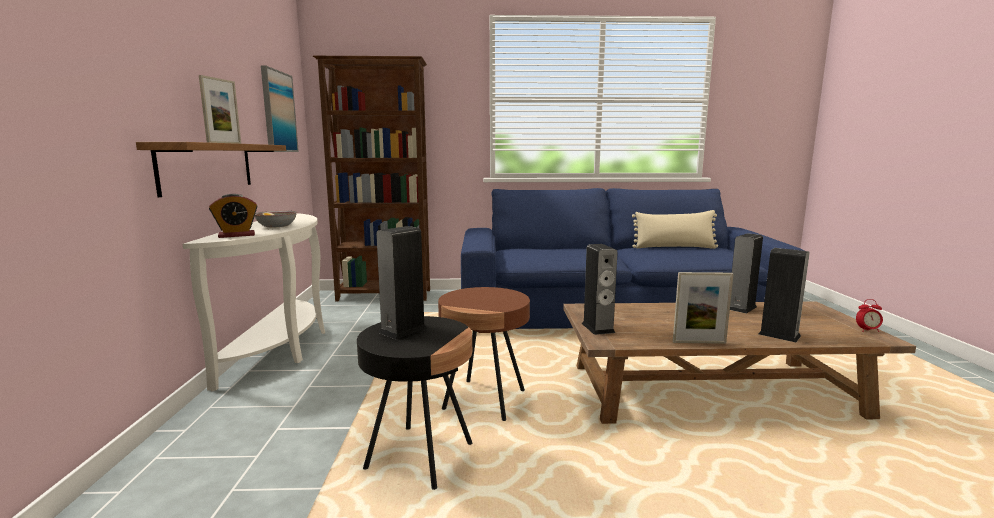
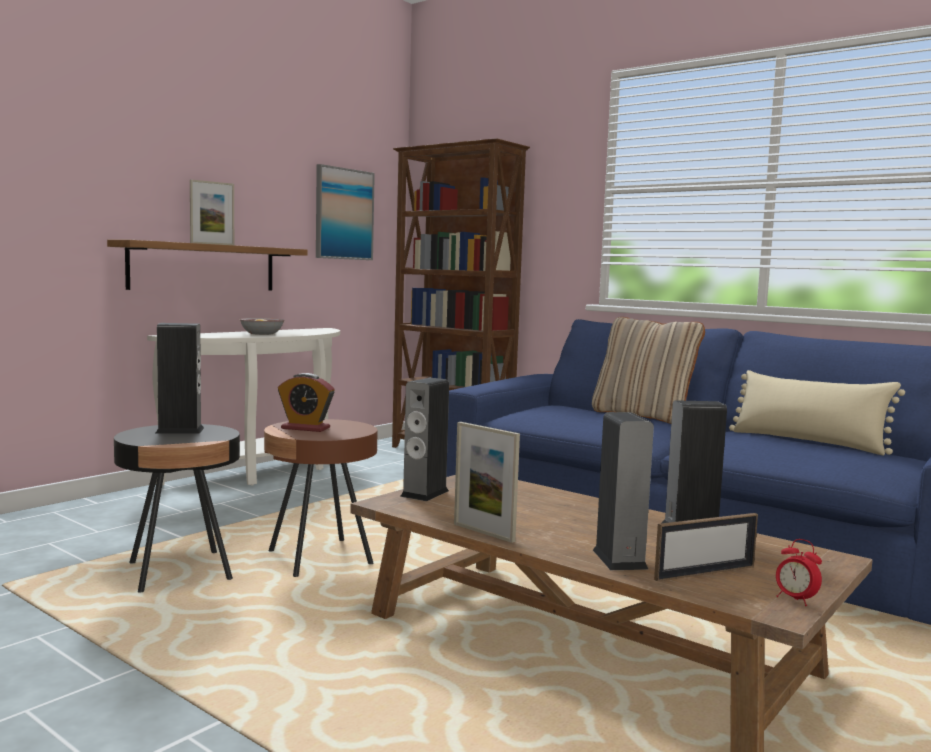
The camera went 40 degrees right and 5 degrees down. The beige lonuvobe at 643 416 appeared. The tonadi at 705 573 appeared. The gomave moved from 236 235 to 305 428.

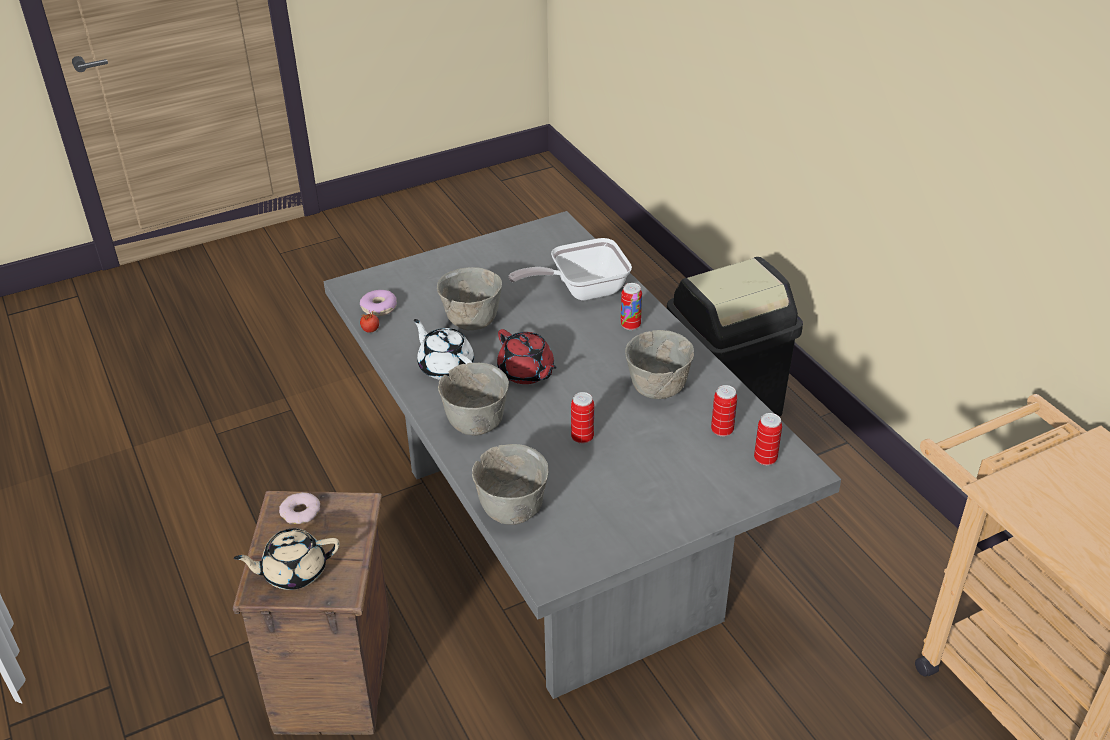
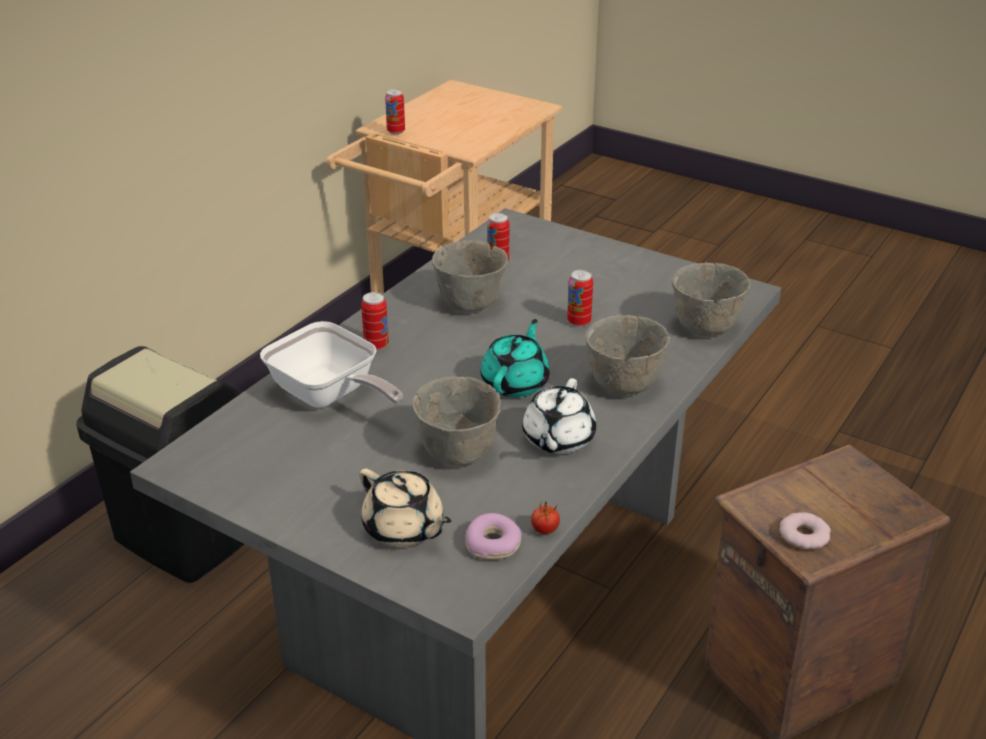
The camera went 120 degrees left and 5 degrees down. The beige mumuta moved from 293 572 to 404 529. The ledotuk moved from 765 459 to 396 131. The red mumuta at 526 373 became the turquoise mumuta at 516 382.

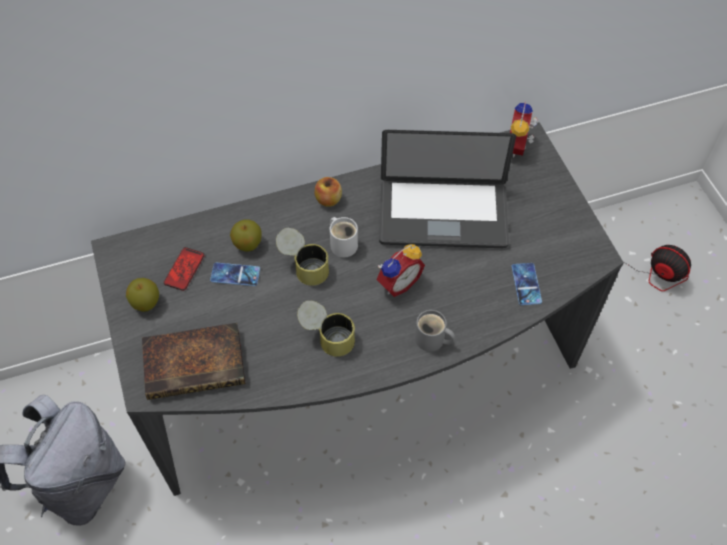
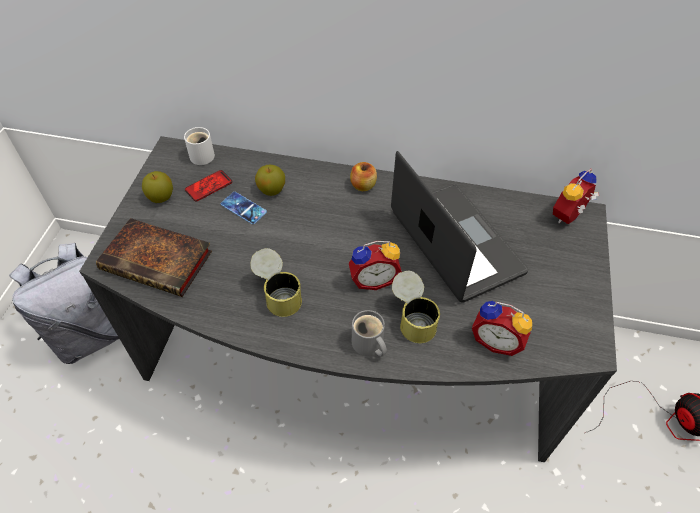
The camera went 30 degrees right and 5 degrees down. The ledotuk moved from 304 266 to 413 318. The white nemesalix moved from 343 243 to 203 154. The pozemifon at 526 284 was replaced by the gomave at 496 340. The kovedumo at 443 215 turned 150 degrees counterclockwise.

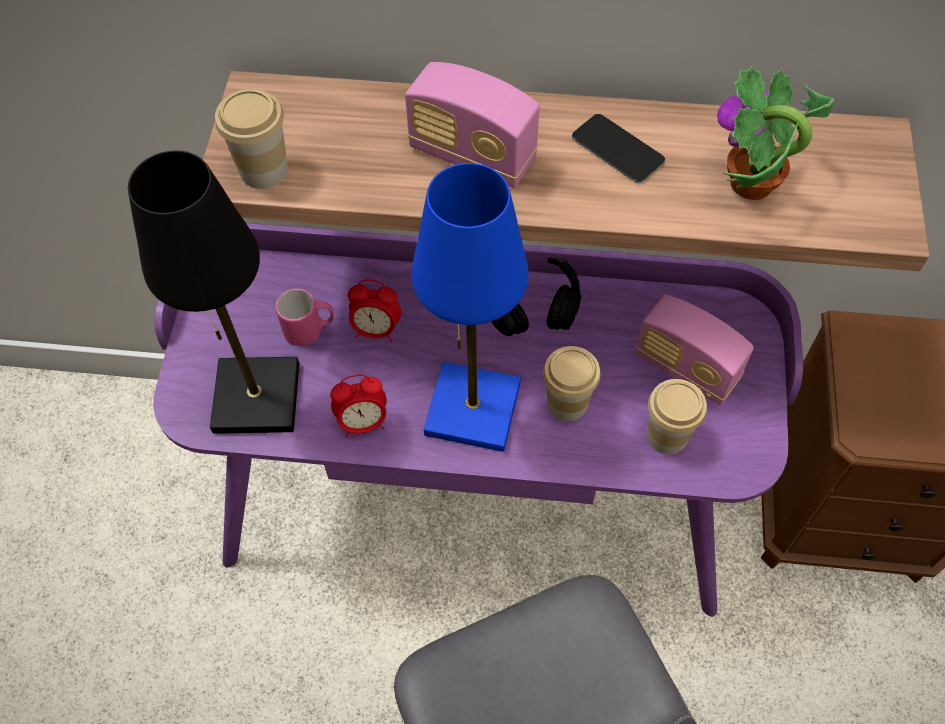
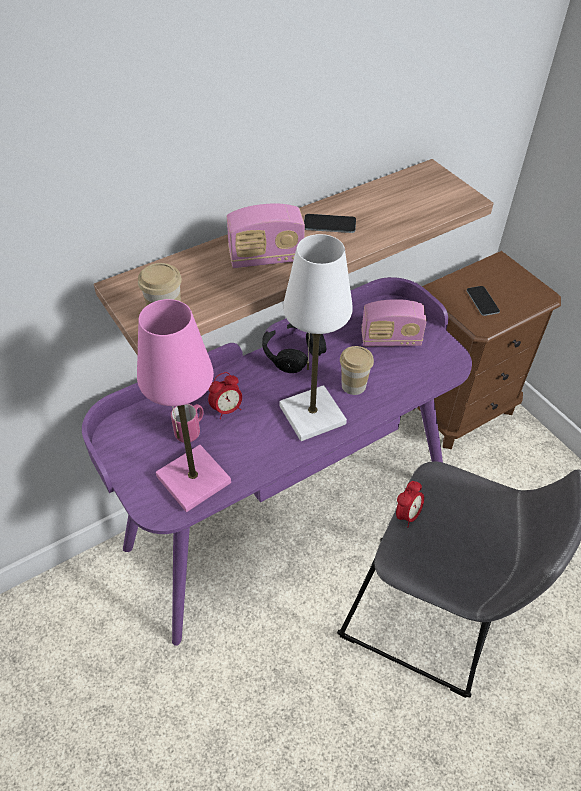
The camera went 40 degrees left and 10 degrees down. The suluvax at 667 435 disappeared. The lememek at 751 185 disappeared. The pozemifon at 482 301 appeared. The gomave moved from 363 422 to 407 515. The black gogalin at 256 398 became the pink gogalin at 193 480. The blue gogalin at 472 409 became the white gogalin at 312 415.

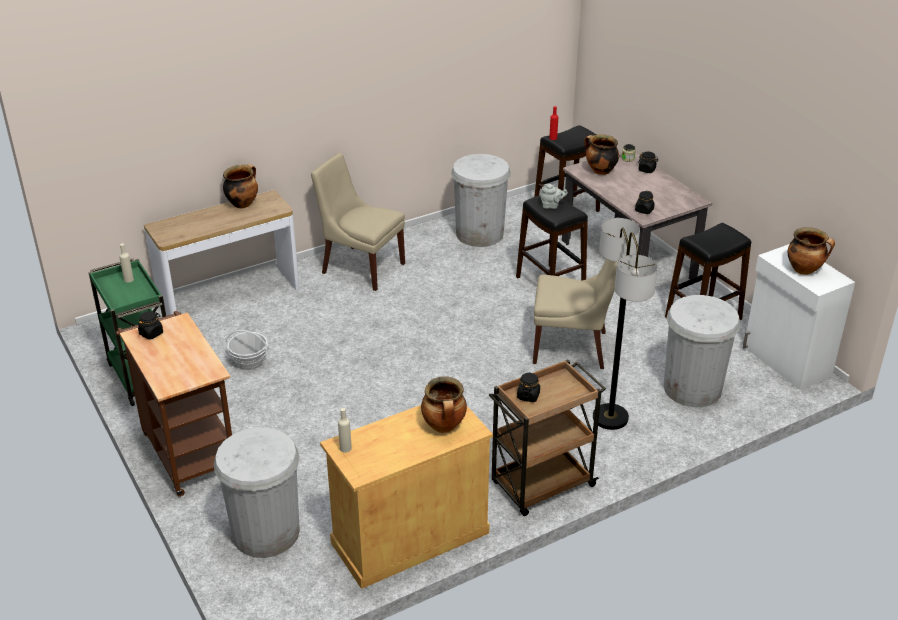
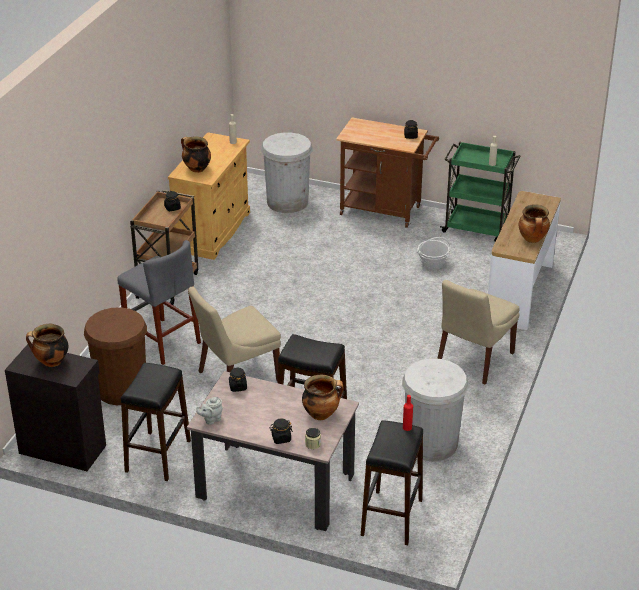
The camera went 140 degrees right and 0 degrees up. The grey mumuta moved from 552 206 to 211 419. The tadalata at 610 417 was replaced by the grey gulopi at 162 341. The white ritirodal at 692 389 became the brown ritirodal at 121 389. The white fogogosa at 786 361 became the black fogogosa at 63 448. The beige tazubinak at 361 267 turned 135 degrees clockwise.

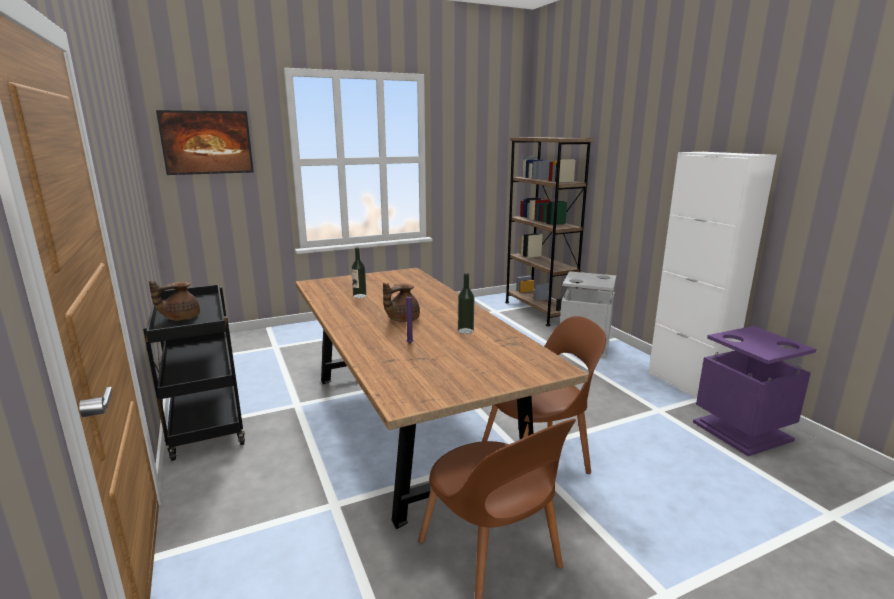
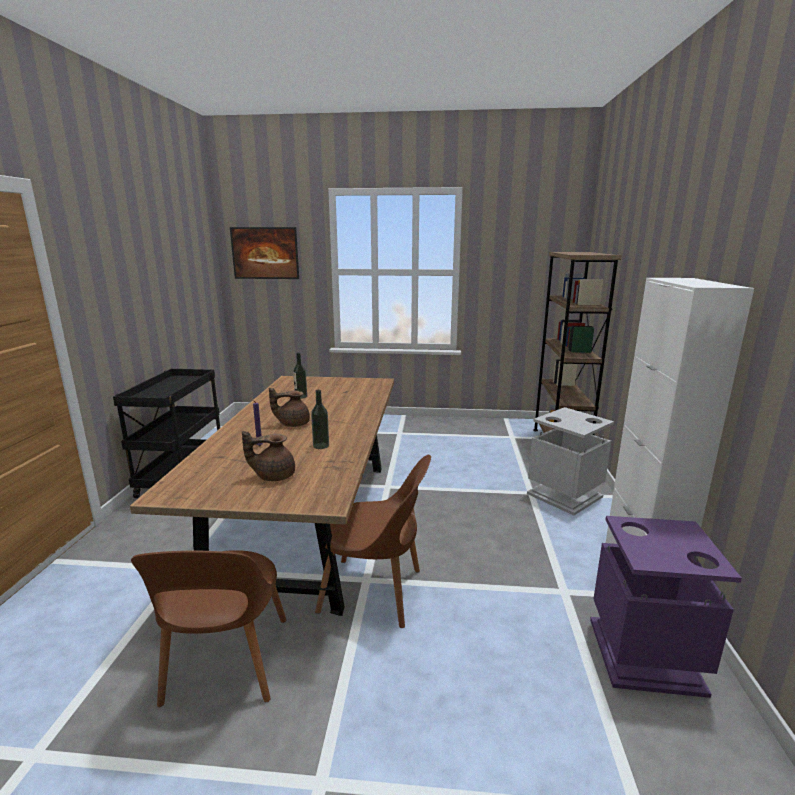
The camera went 30 degrees right and 0 degrees up. The brown mumuta moved from 180 318 to 273 476.

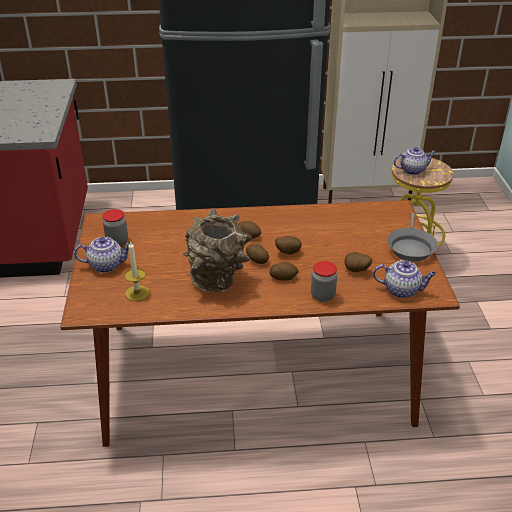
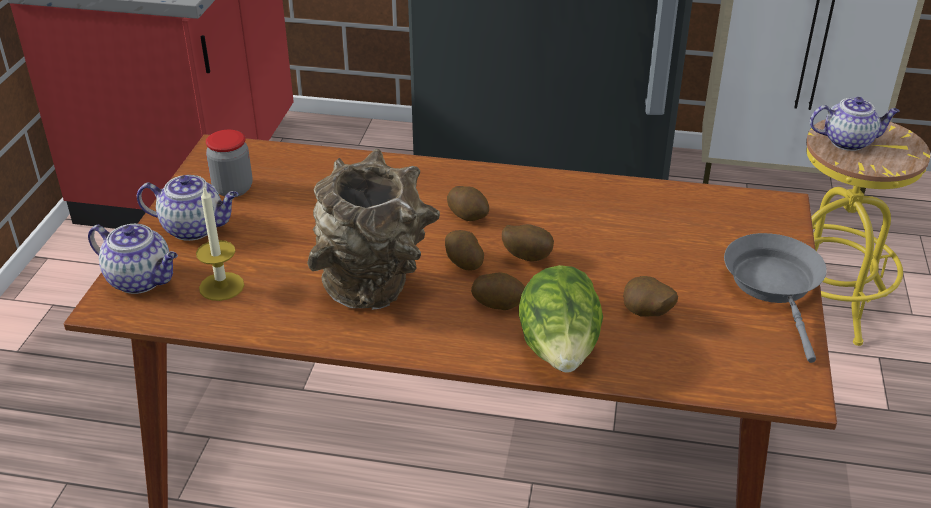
The camera went 15 degrees right and 0 degrees up. The mumuta moved from 402 290 to 142 280. The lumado at 323 295 was replaced by the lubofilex at 559 351. The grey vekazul at 410 247 turned 150 degrees clockwise.

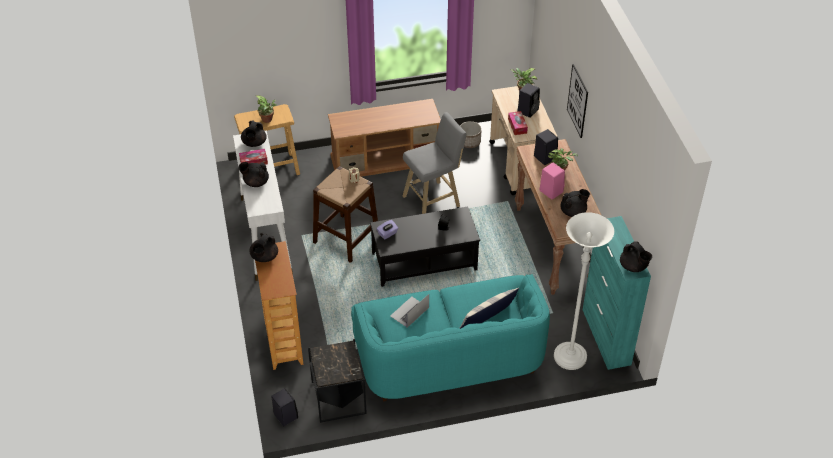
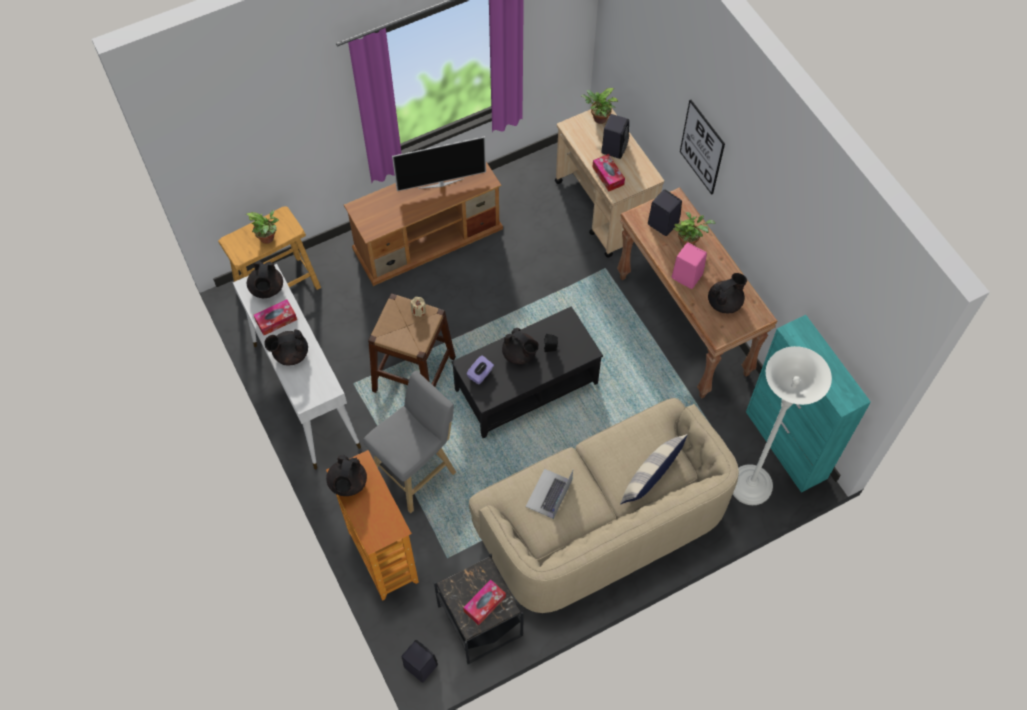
The camera went 15 degrees left and 15 degrees up. The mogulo at 469 142 disappeared. The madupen at 441 183 appeared. The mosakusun at 484 604 appeared. The grey gulopi moved from 433 200 to 416 470. The black mumuta moved from 633 267 to 520 354. The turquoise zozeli at 449 356 became the beige zozeli at 601 522.

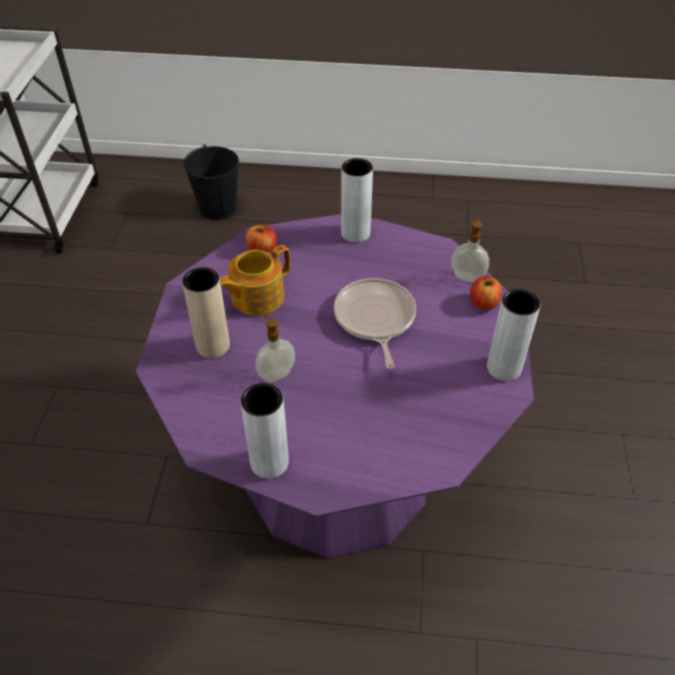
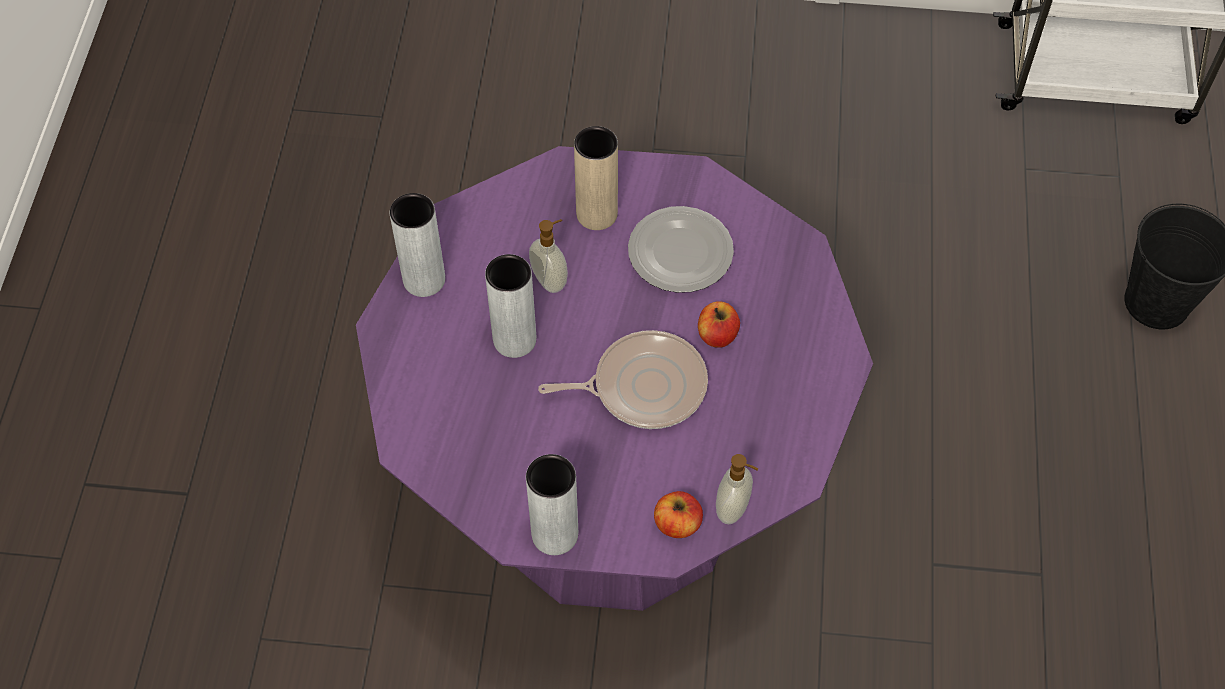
The camera went 90 degrees right and 10 degrees up. The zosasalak moved from 262 249 to 717 335. The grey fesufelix moved from 355 233 to 514 339. The mumuta at 256 297 was replaced by the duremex at 682 252.

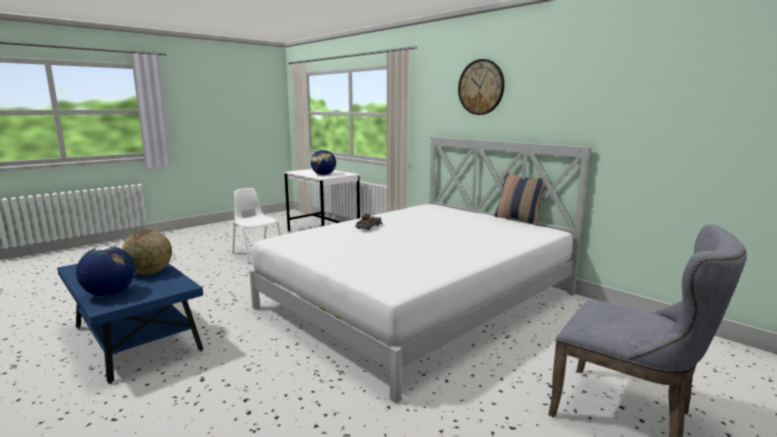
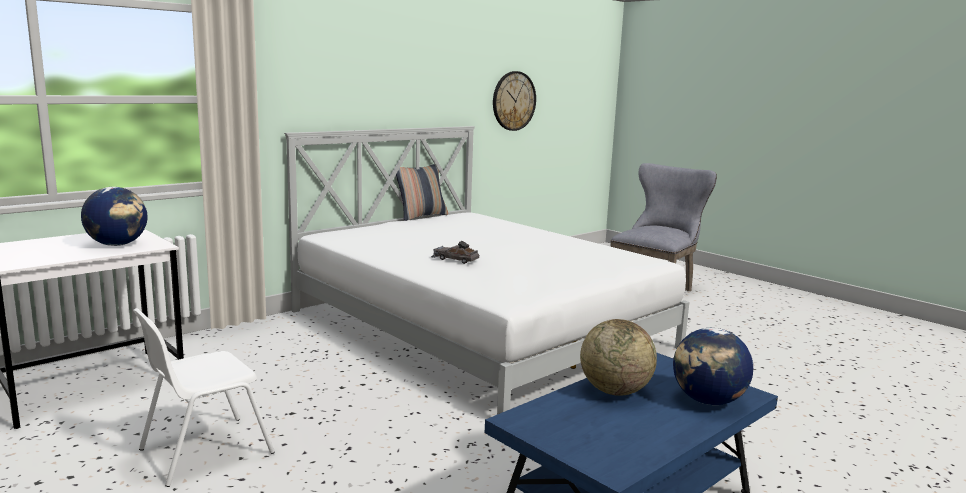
The camera went 90 degrees left and 0 degrees up. The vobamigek moved from 481 87 to 513 101.

